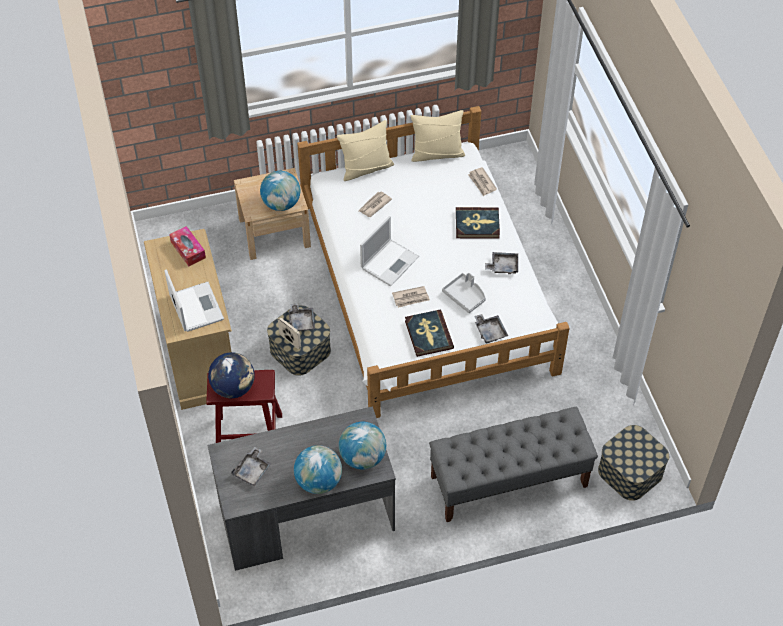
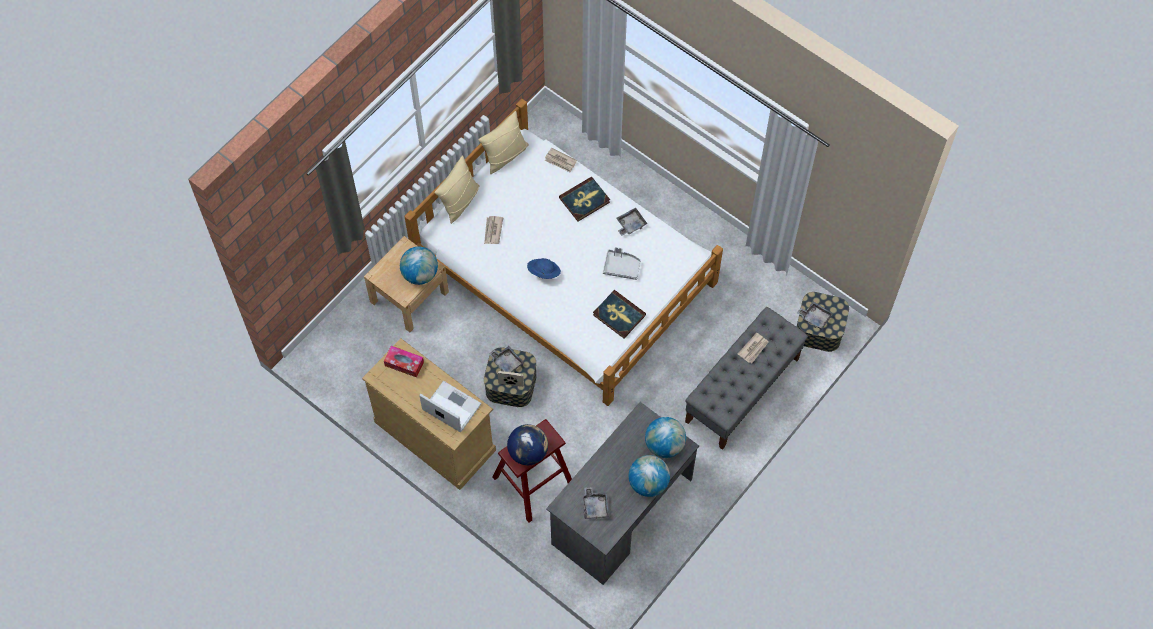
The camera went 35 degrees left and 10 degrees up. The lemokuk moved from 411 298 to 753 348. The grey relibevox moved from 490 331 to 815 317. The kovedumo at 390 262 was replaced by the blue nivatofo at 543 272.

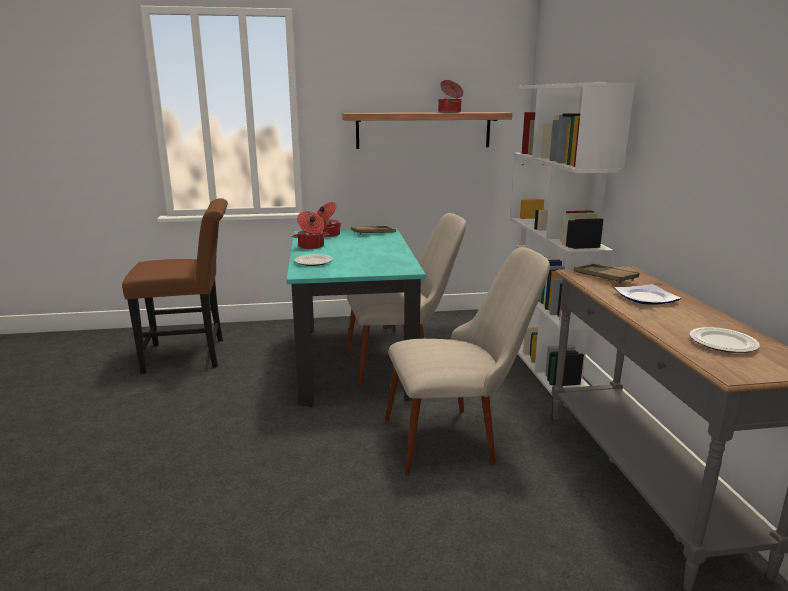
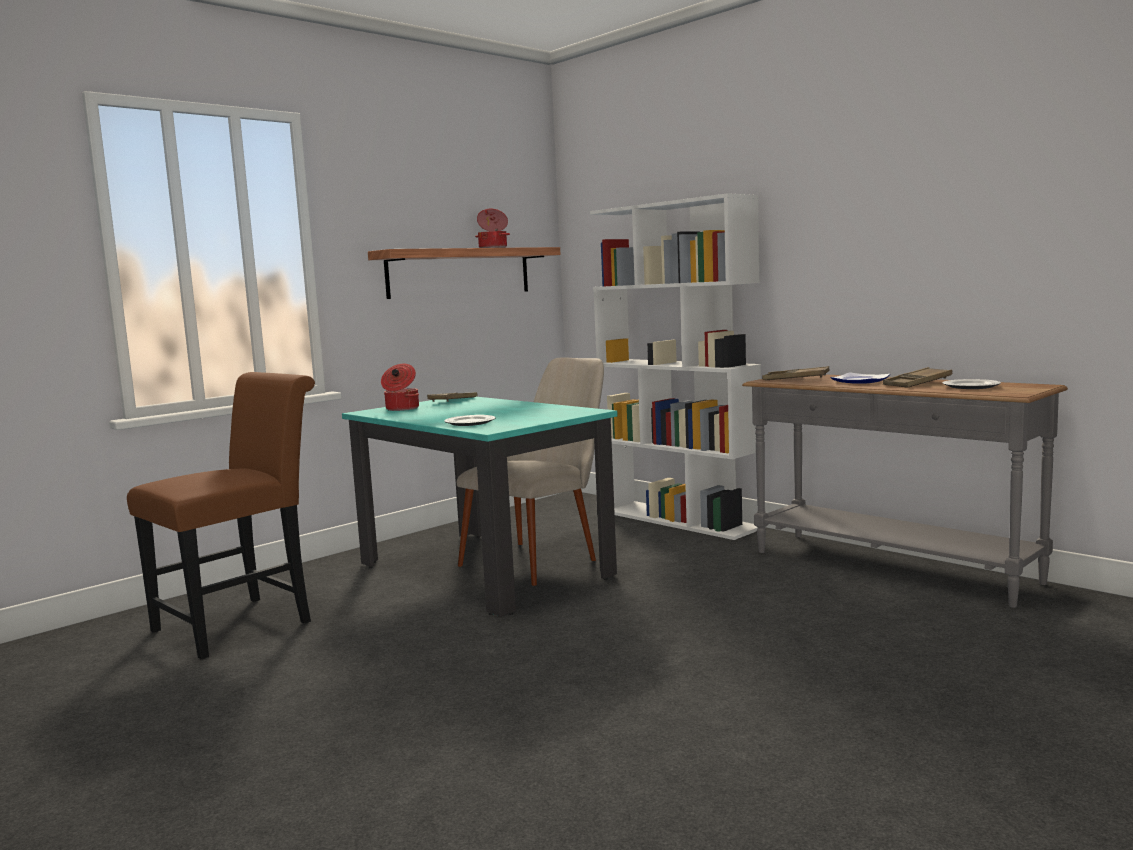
The camera went 35 degrees left and 10 degrees down. The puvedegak at 311 246 disappeared. The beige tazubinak at 458 437 disappeared. The brown relibevox at 917 383 appeared.

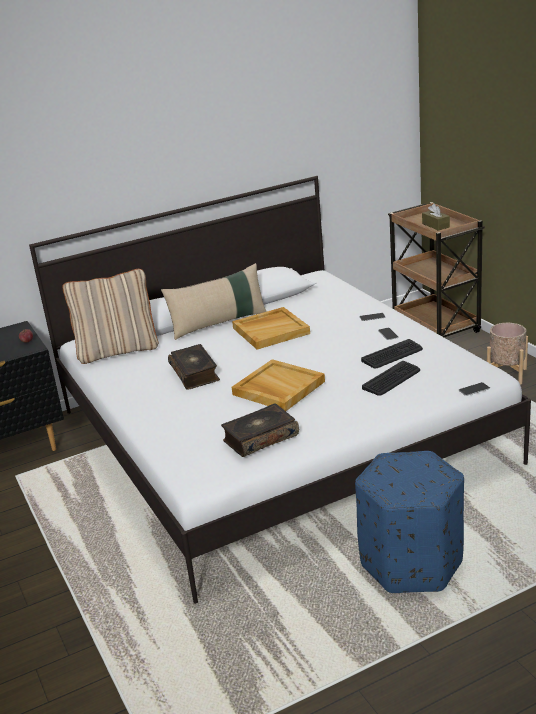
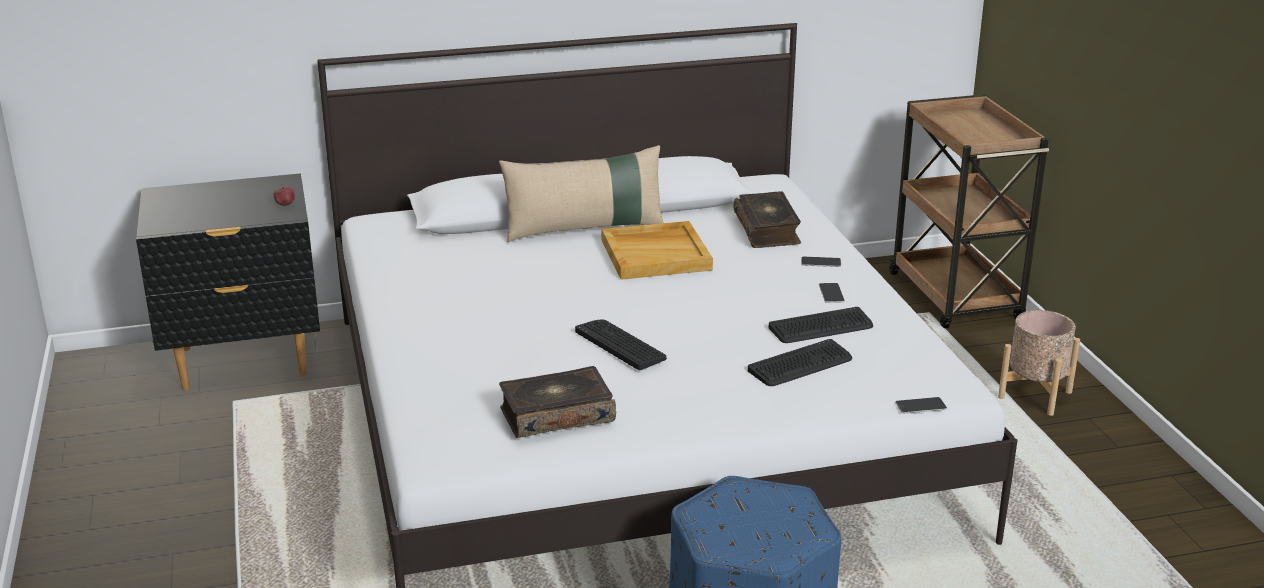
The camera went 10 degrees right and 0 degrees up. The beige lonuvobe at 118 351 disappeared. The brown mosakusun at 435 225 disappeared. The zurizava moved from 195 373 to 768 230. The beige relibevox at 278 388 was replaced by the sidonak at 620 344.

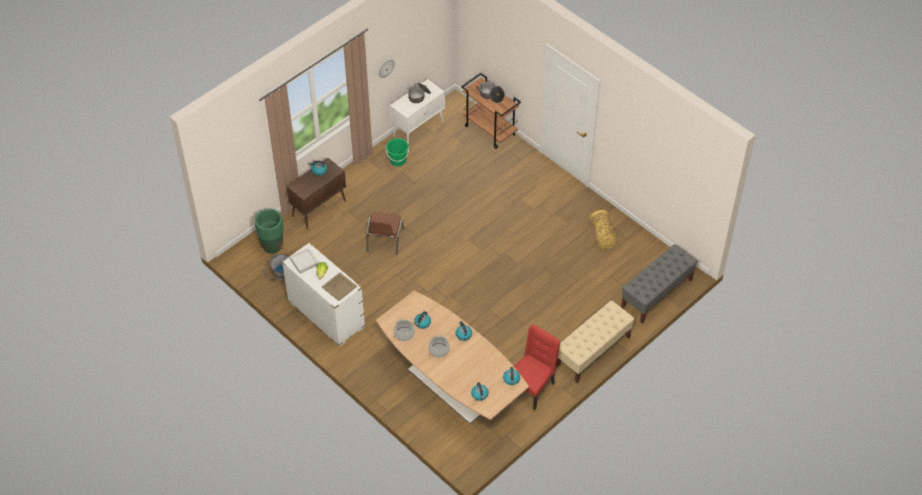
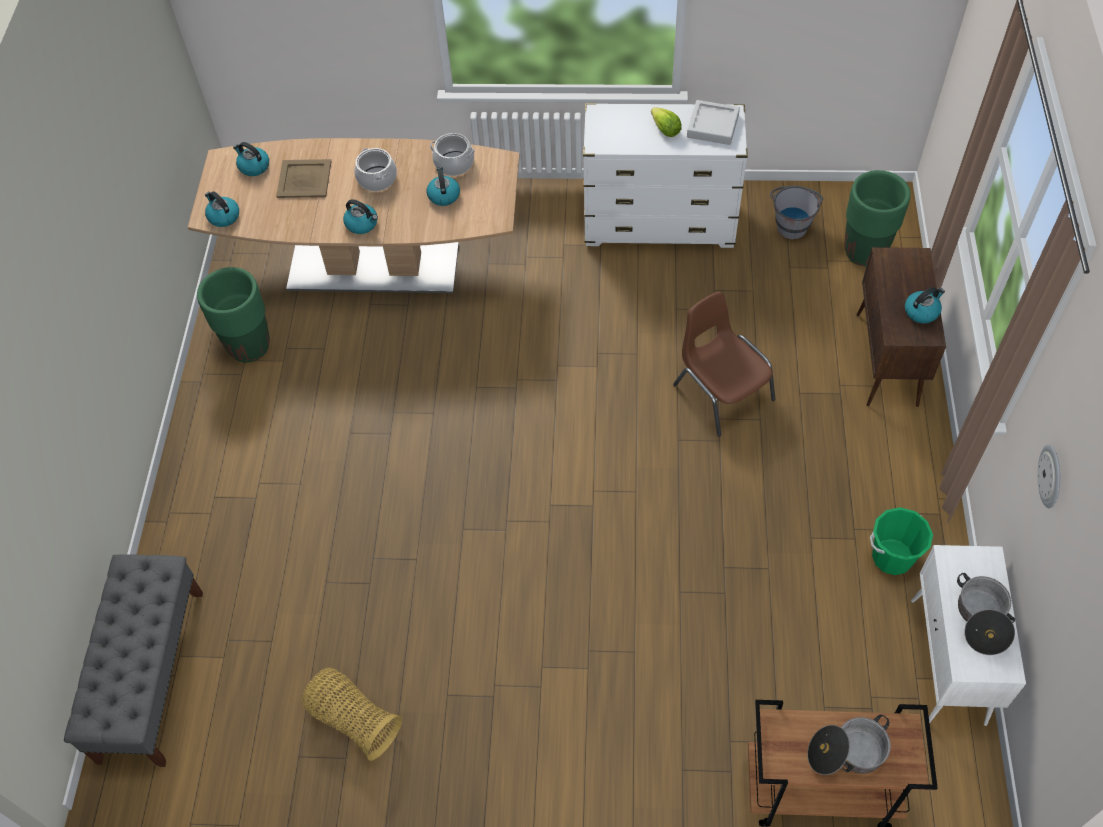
The camera went 140 degrees right and 5 degrees up. The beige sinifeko at 593 352 disappeared. The beige relibevox moved from 339 287 to 304 179. The red tazubinak at 531 387 was replaced by the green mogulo at 249 347.

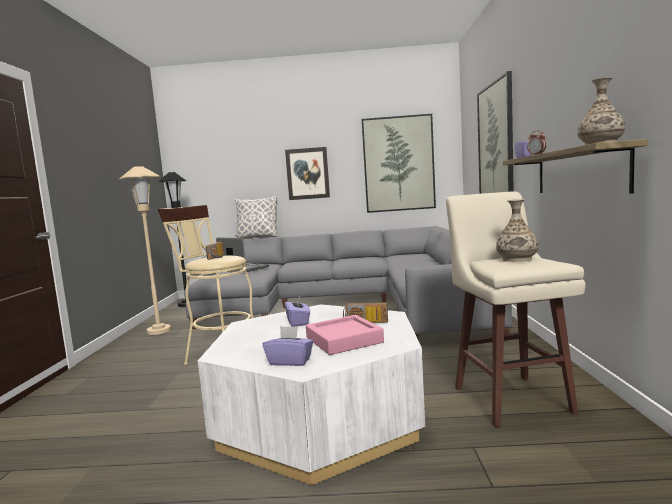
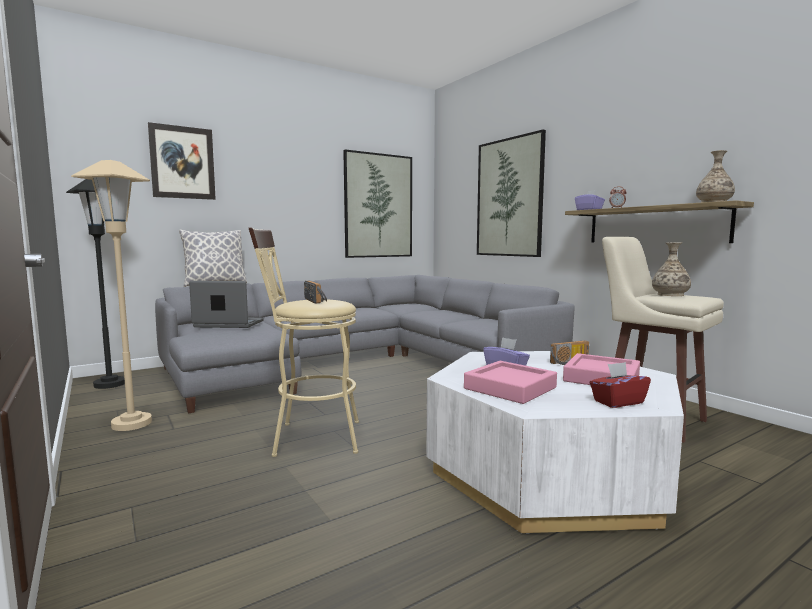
The camera went 35 degrees left and 0 degrees up. The pink relibevox at 510 388 appeared. The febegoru moved from 307 173 to 182 162. The purple mosakusun at 290 361 became the red mosakusun at 618 402.

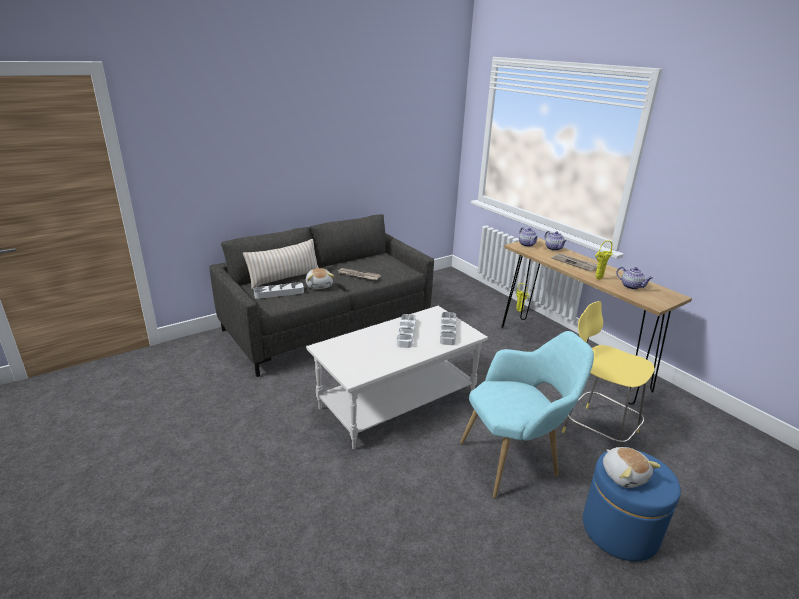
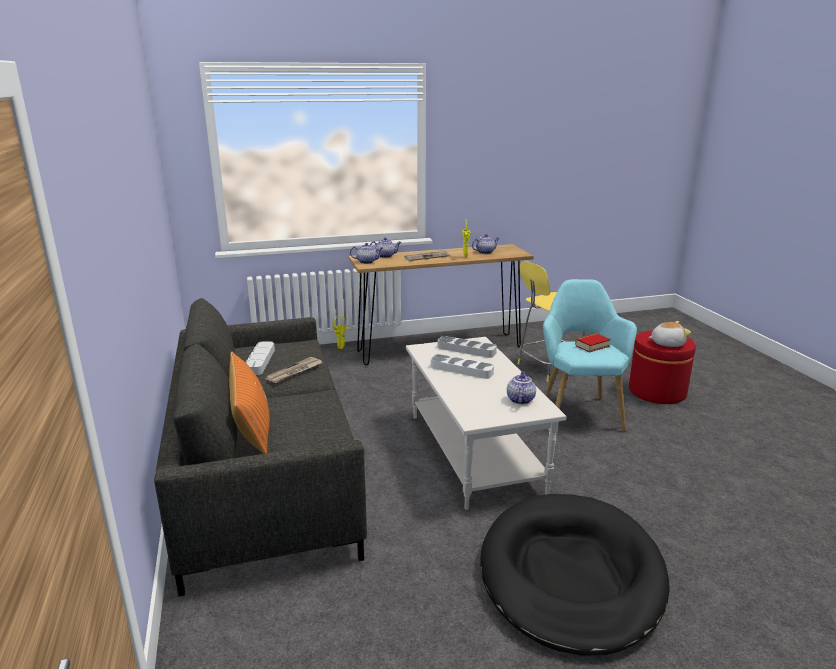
The camera went 70 degrees left and 5 degrees down. The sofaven at 319 285 disappeared. The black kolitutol at 571 575 appeared. The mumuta at 520 399 appeared. The zurizava at 592 346 appeared. The grey relibevox moved from 279 293 to 260 361. The beige lonuvobe at 284 278 became the orange lonuvobe at 251 425. The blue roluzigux at 620 530 became the red roluzigux at 657 392.

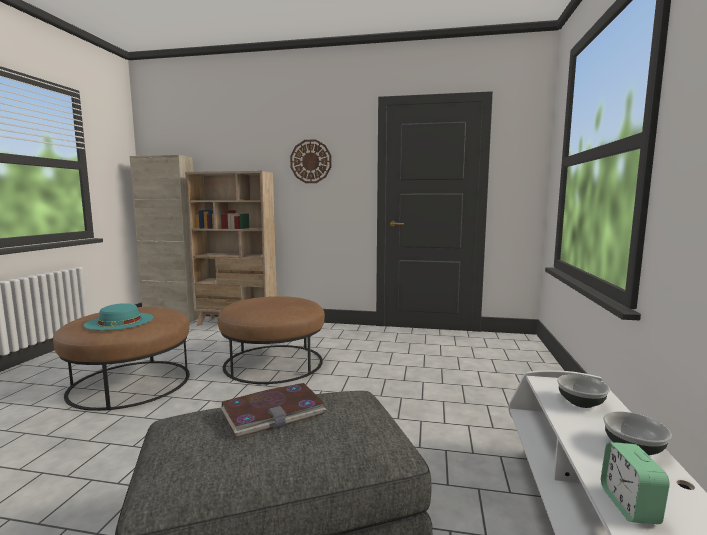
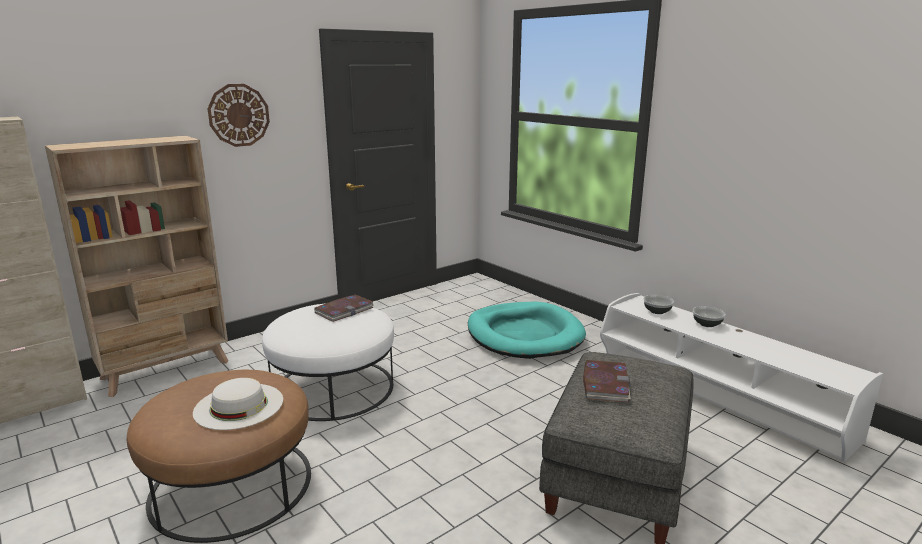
The camera went 50 degrees left and 10 degrees up. The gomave at 629 506 disappeared. The zurizava at 344 310 appeared. The turquoise kolitutol at 524 335 appeared. The turquoise nivatofo at 119 321 became the white nivatofo at 239 406. The brown roluzigux at 273 363 became the white roluzigux at 333 388.

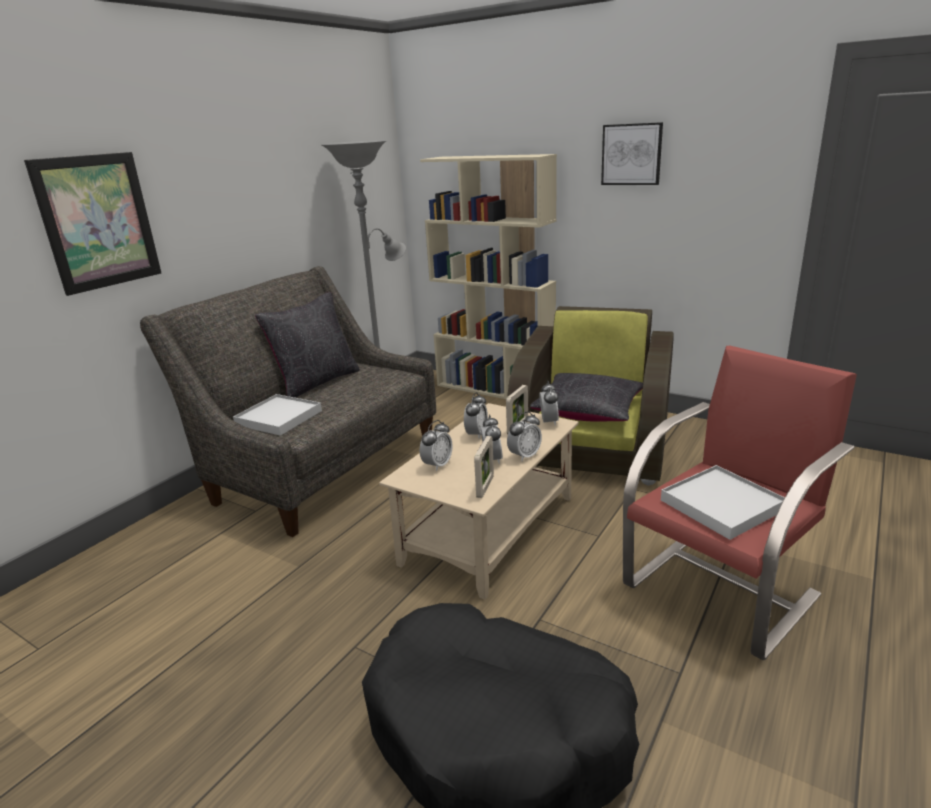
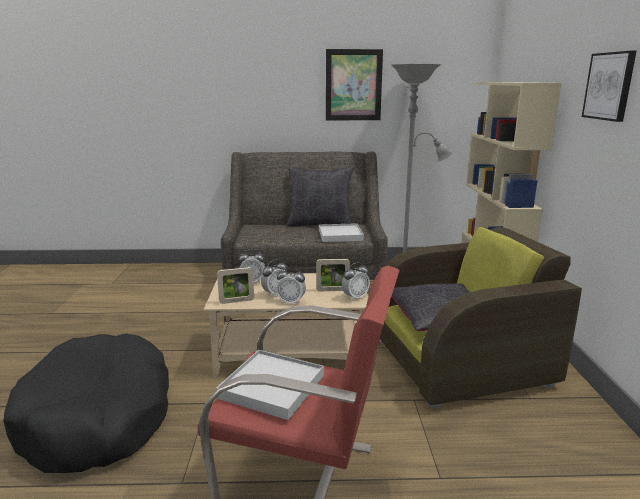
The camera went 55 degrees right and 5 degrees down. The gomave at 476 434 disappeared. The febegoru moved from 98 222 to 353 85. The white relibevox moved from 278 418 to 340 235.

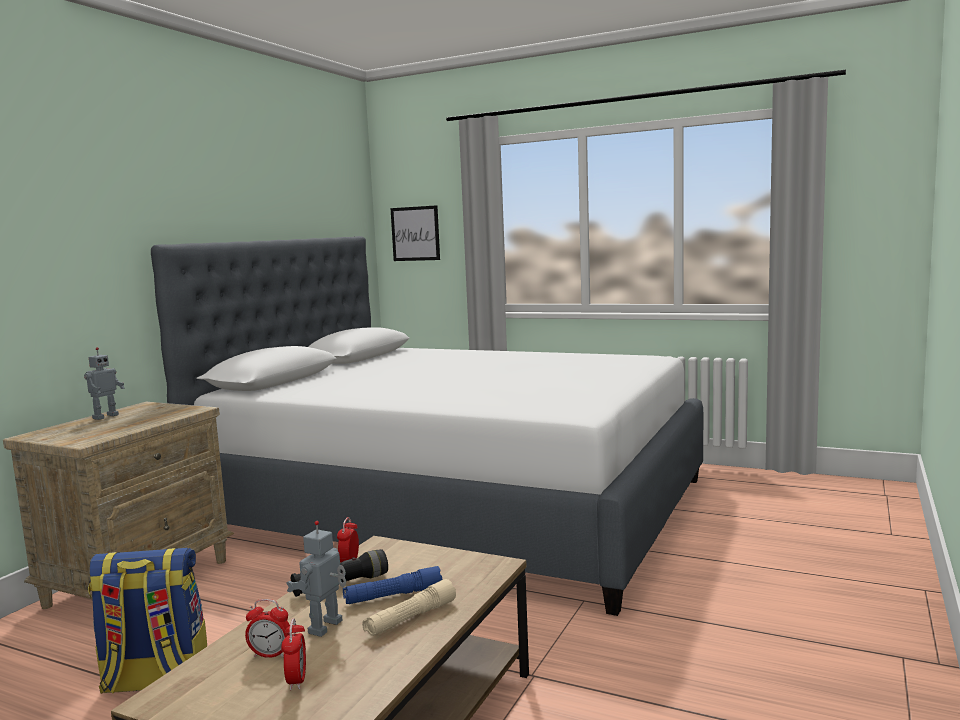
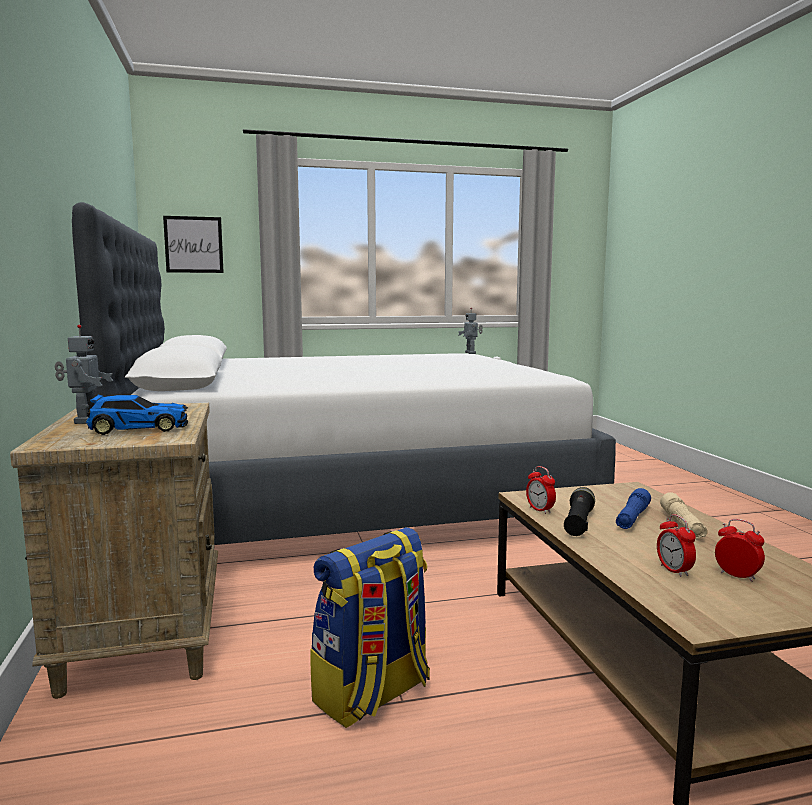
The camera went 40 degrees left and 0 degrees up. The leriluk at 138 428 appeared. The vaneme moved from 327 627 to 471 353. The gomave at 270 655 turned 105 degrees clockwise.

